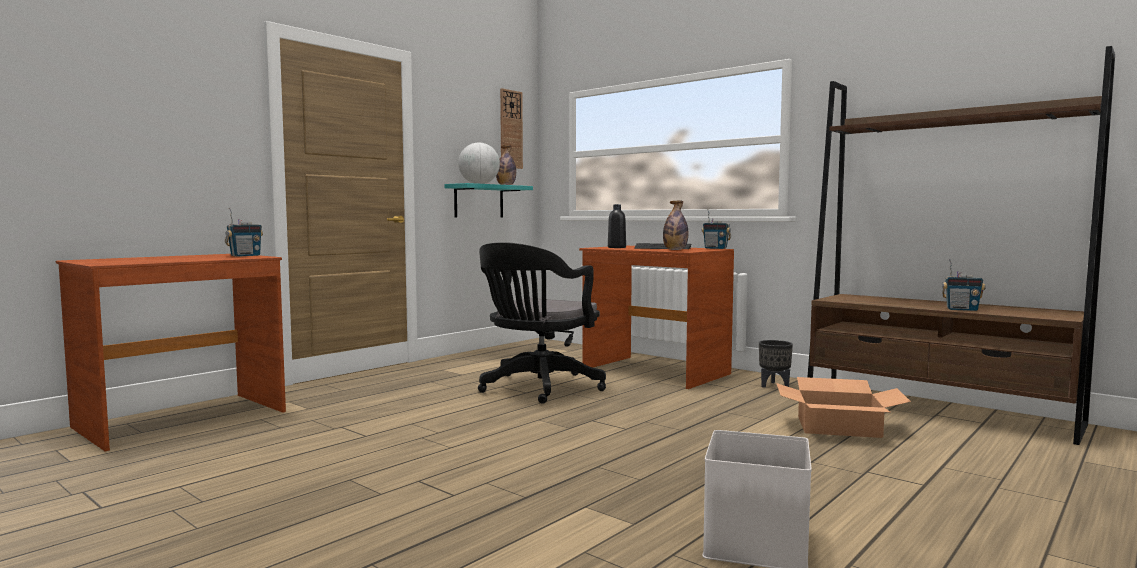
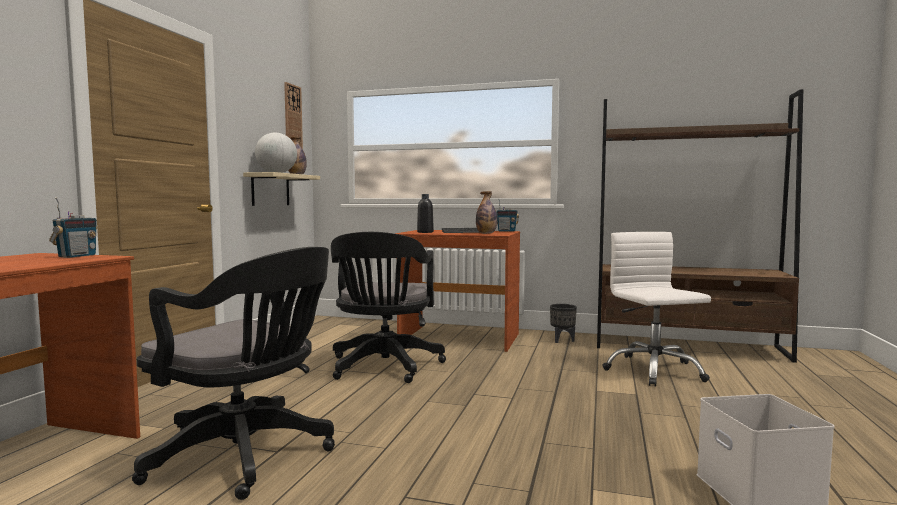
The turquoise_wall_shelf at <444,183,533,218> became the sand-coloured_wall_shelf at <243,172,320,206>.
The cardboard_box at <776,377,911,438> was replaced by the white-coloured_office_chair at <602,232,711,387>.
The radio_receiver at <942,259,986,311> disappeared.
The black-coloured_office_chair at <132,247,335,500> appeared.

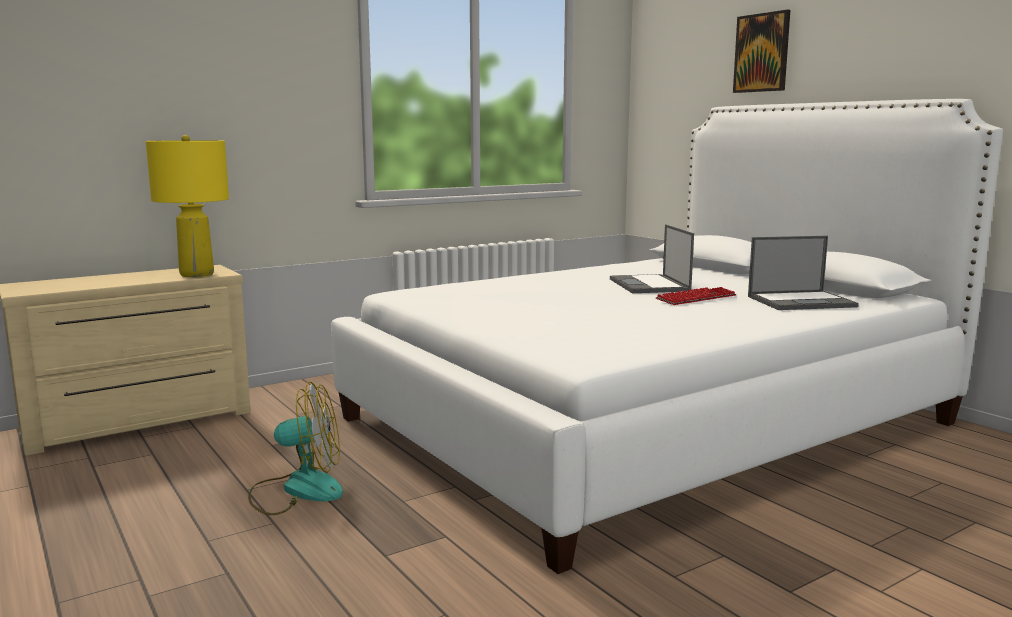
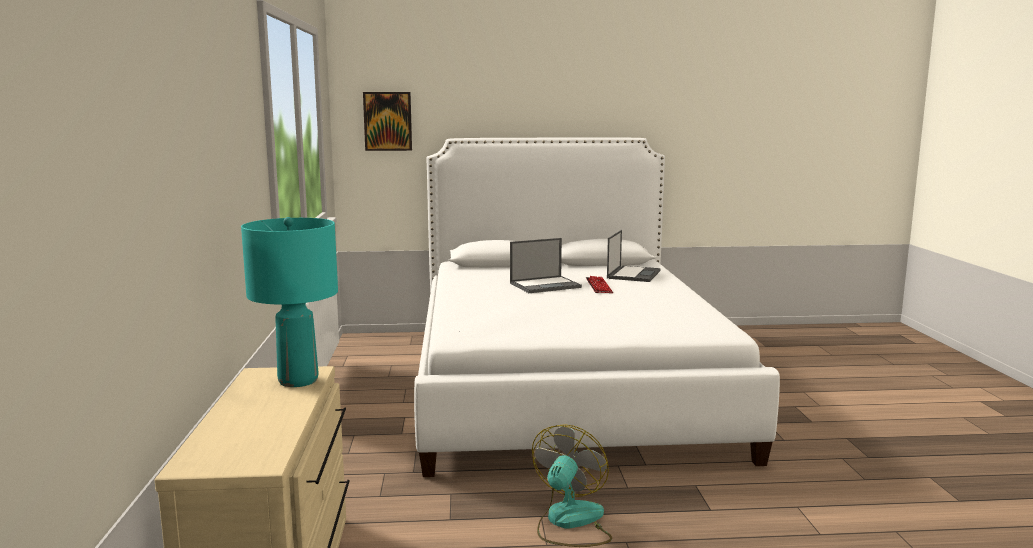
The yellow_tabletop_lamp at <146,135,229,277> became the turquoise_tabletop_lamp at <241,217,338,387>.
The portable_computer at <610,224,694,293> turned 45 degrees counterclockwise.
The wall_art moved from <733,10,790,93> to <363,92,412,151>.

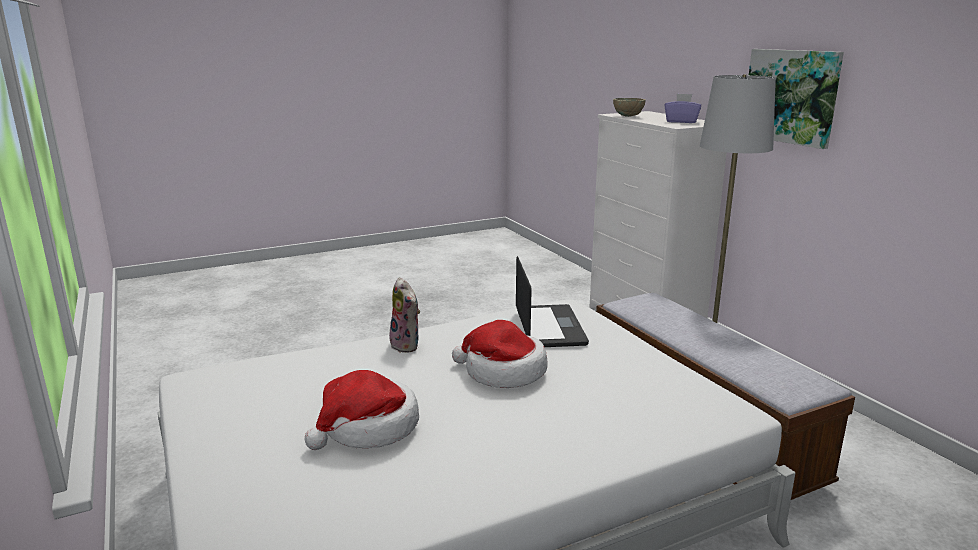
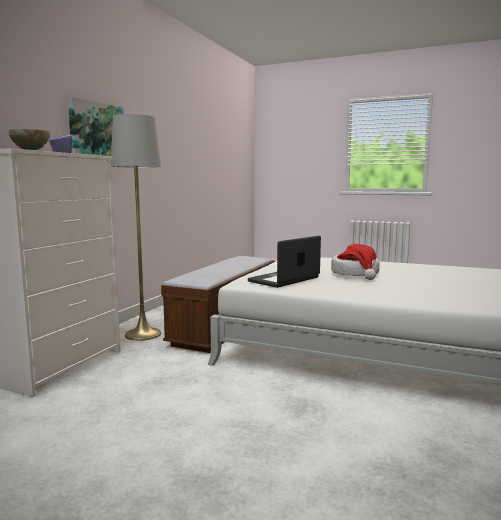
The wearable_hat at <305,370,419,450> disappeared.
The plush_toy at <389,277,420,353> disappeared.

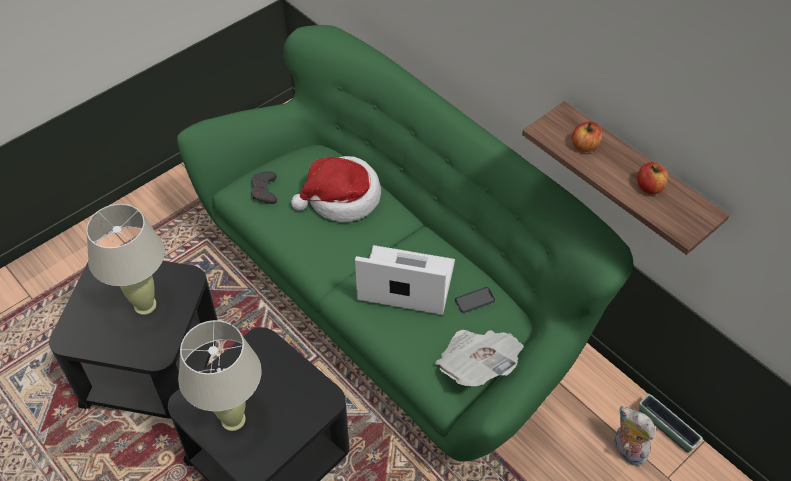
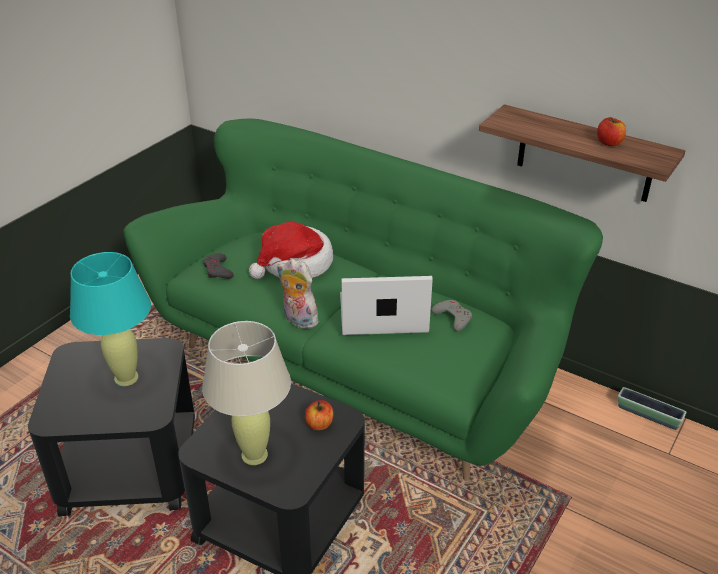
The sand-coloured_tabletop_lamp at <86,204,165,315> became the turquoise_tabletop_lamp at <70,252,151,386>.
The daily_paper at <434,330,524,386> disappeared.
The telephone at <455,287,495,313> was replaced by the greyish_game_controller at <431,300,472,332>.
The apple_fruit moved from <572,122,603,152> to <305,400,334,430>.
The plush_toy moved from <614,406,655,466> to <277,259,319,329>.

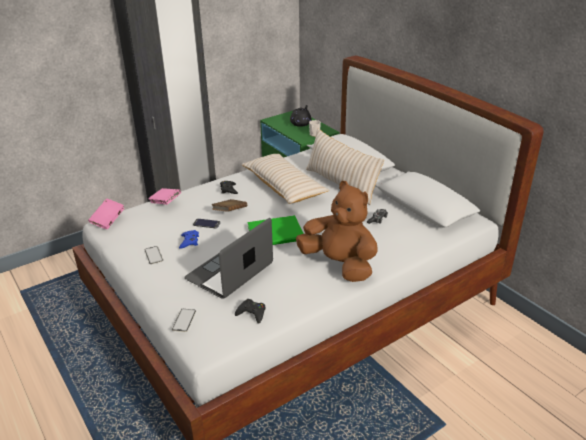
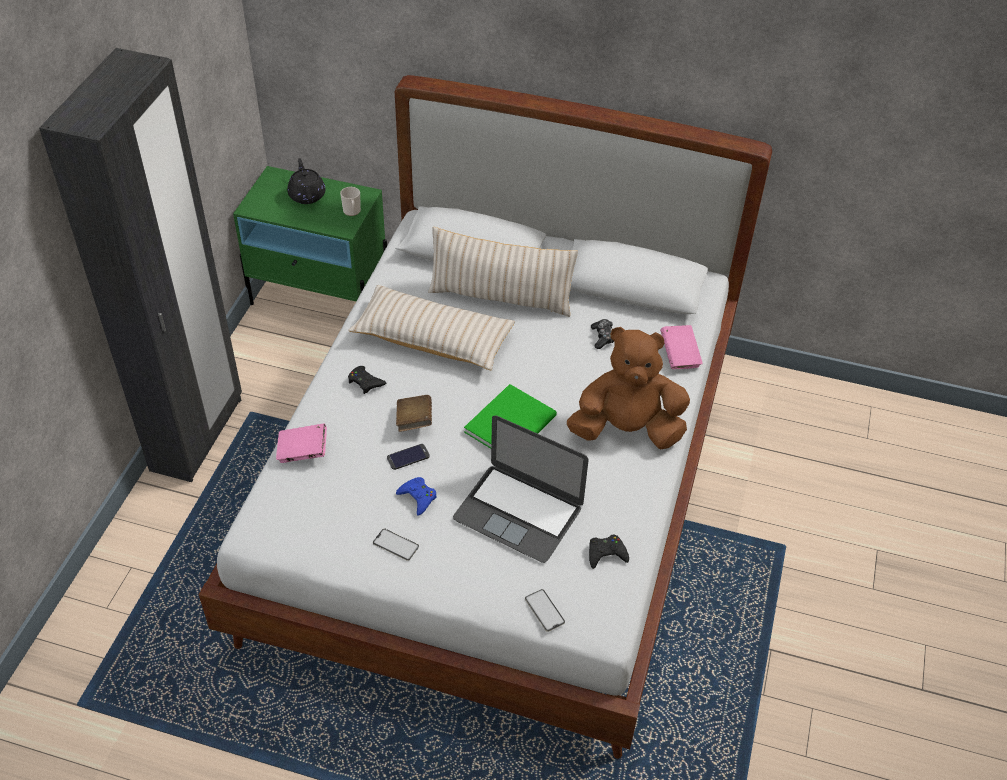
The pink-coloured_book moved from <88,198,125,229> to <660,325,703,369>.
The portable_computer at <185,218,273,299> turned 60 degrees counterclockwise.

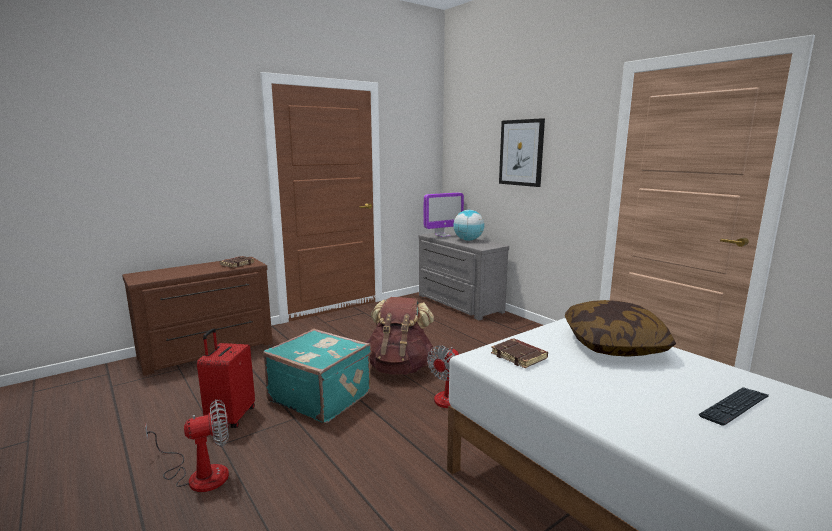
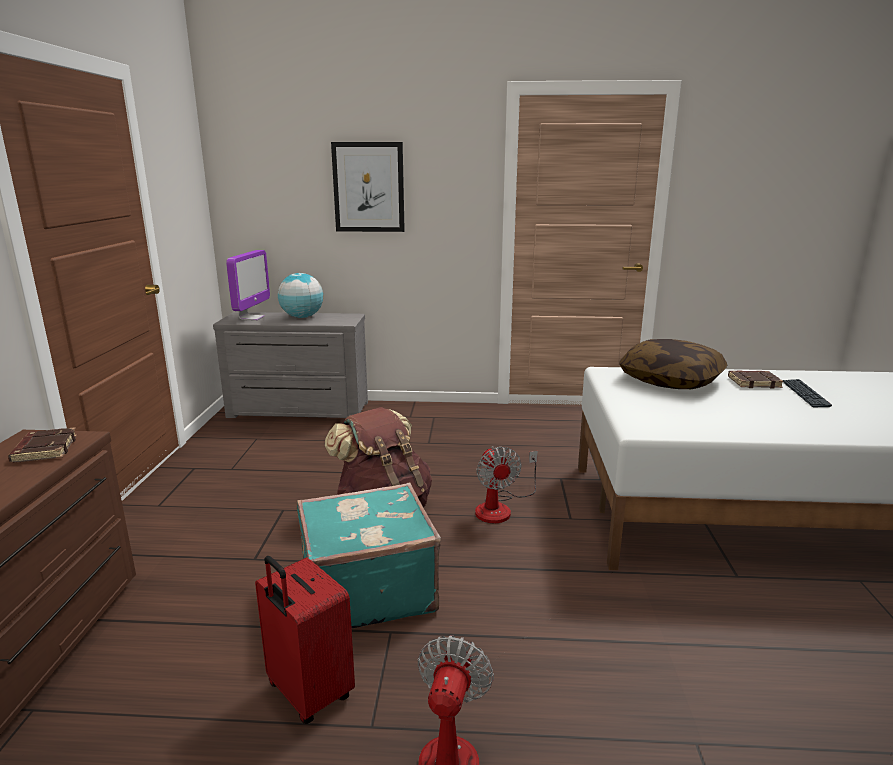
The brown-coloured_book moved from <491,338,548,368> to <728,370,784,388>.

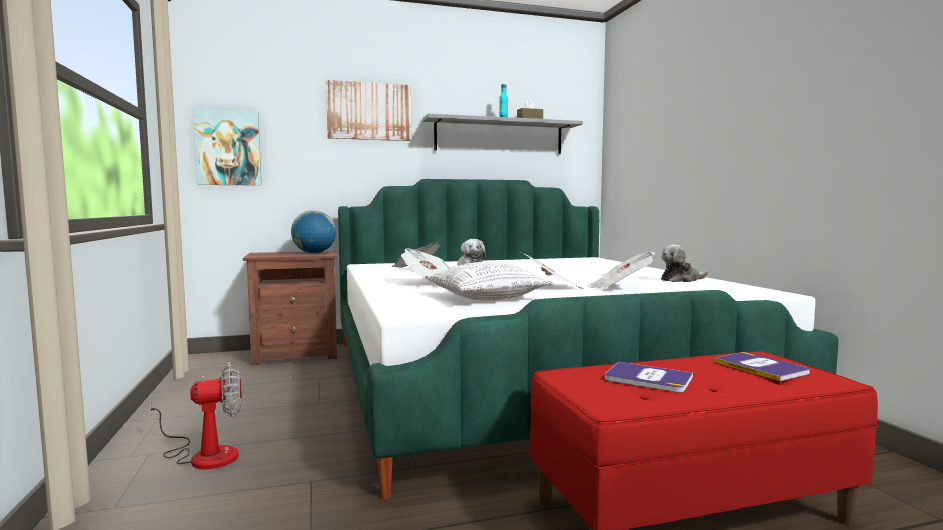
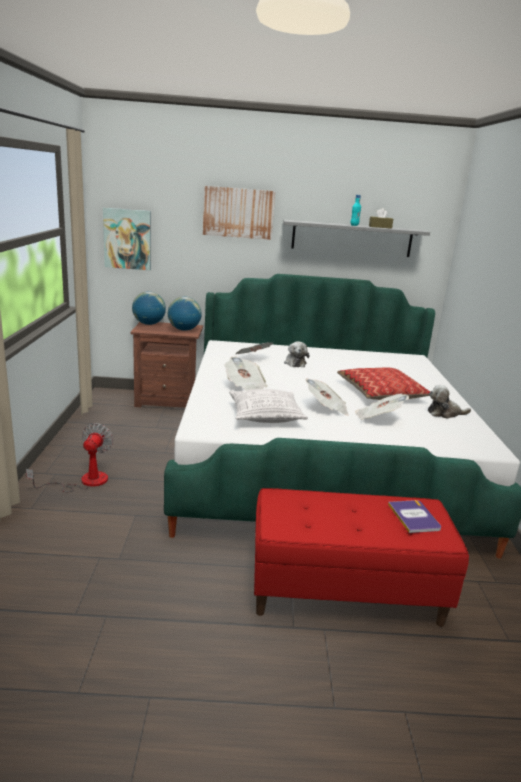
The fan at <149,362,242,469> turned 75 degrees counterclockwise.
The book at <604,362,693,392> disappeared.
The desk_globe at <132,291,166,325> appeared.
The throw_pillow at <337,368,430,400> appeared.

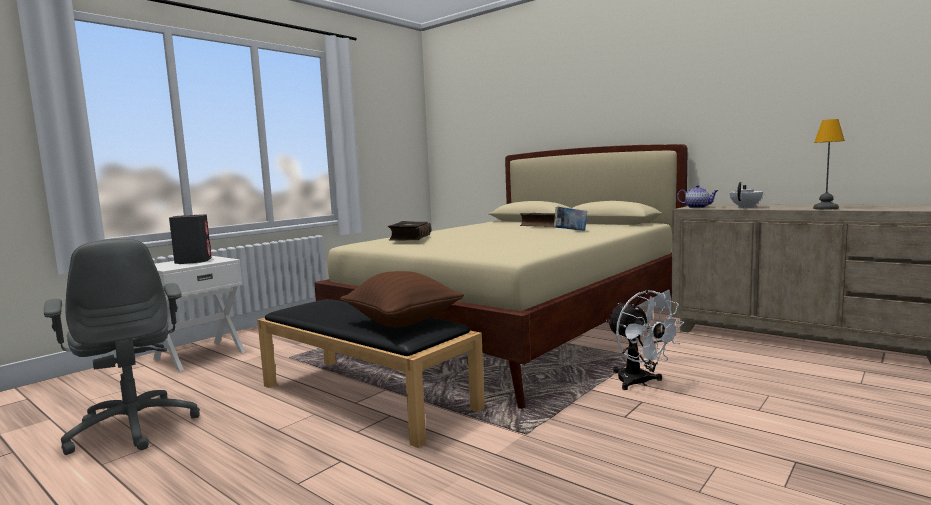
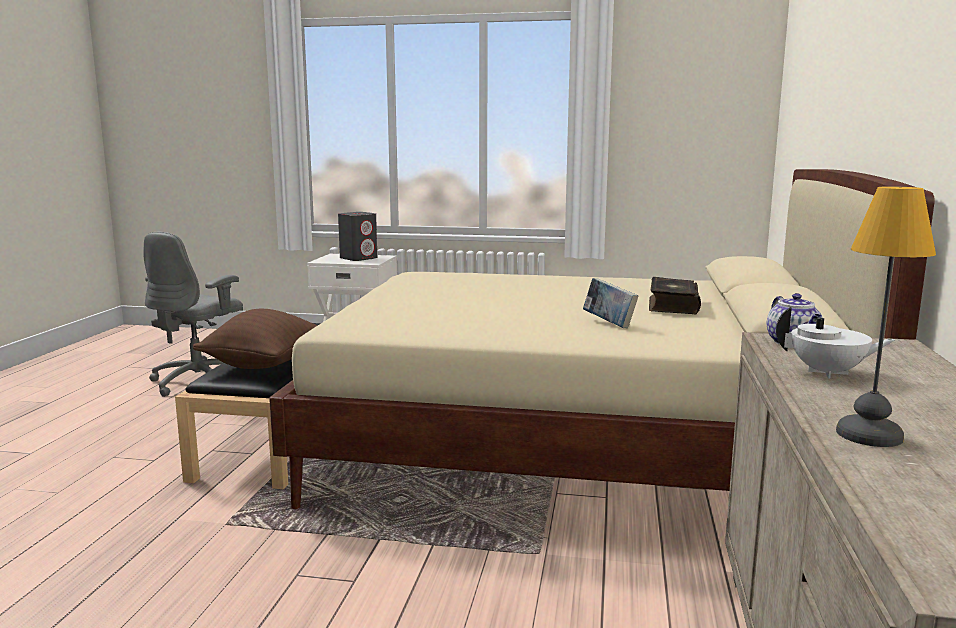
The book at <388,221,431,240> disappeared.
The white-coloured_fan at <606,290,684,390> disappeared.

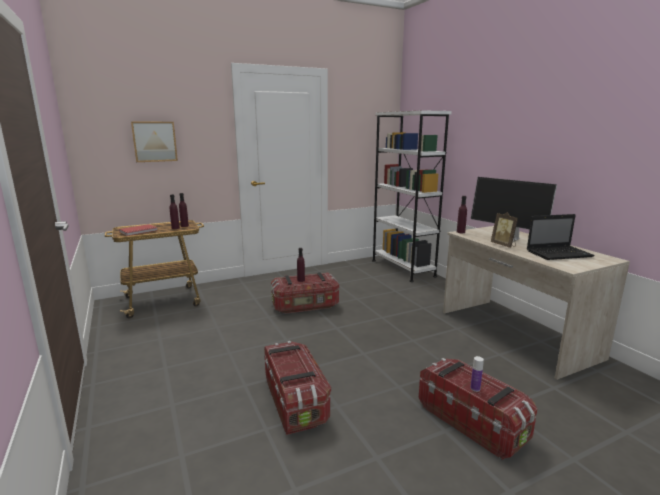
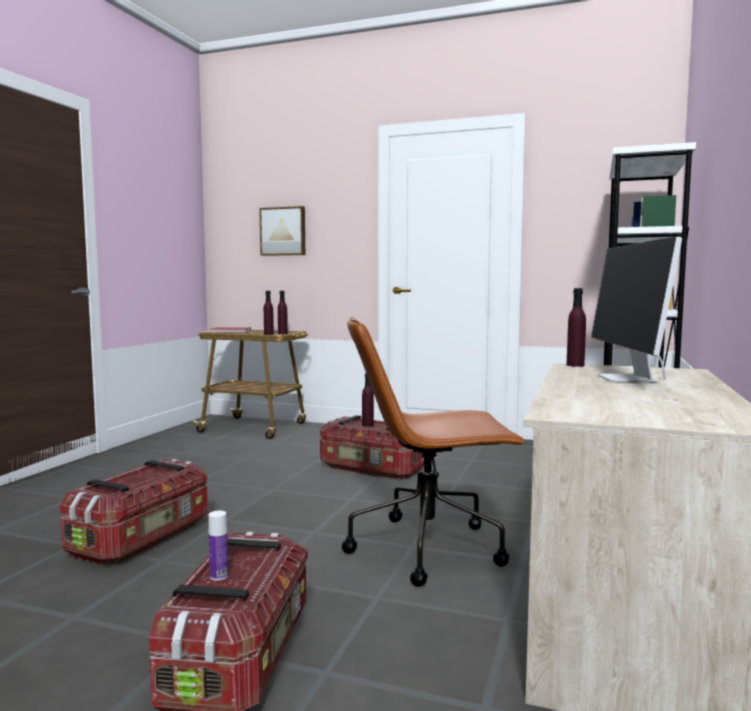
The picture_frame at <491,212,518,248> disappeared.
The portable_computer at <527,214,595,260> disappeared.
The brown-coloured_office_chair at <342,317,526,587> appeared.

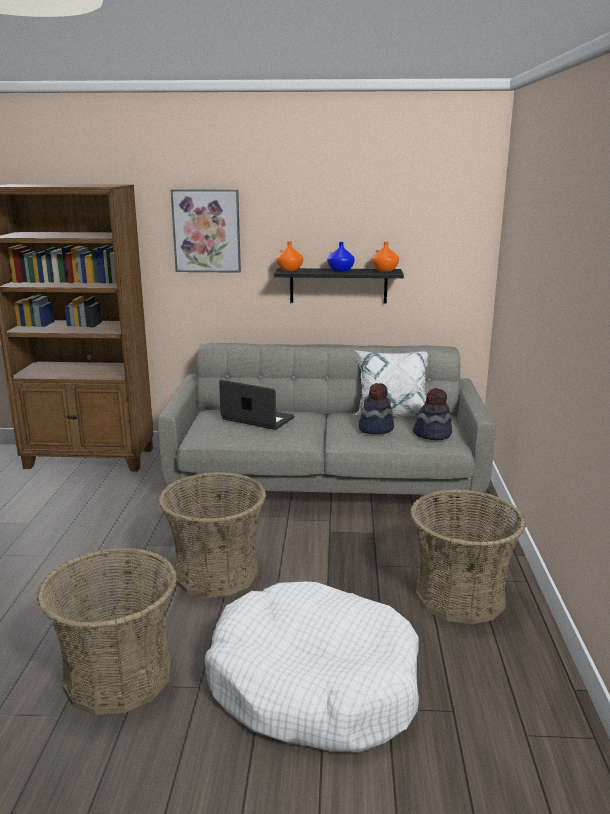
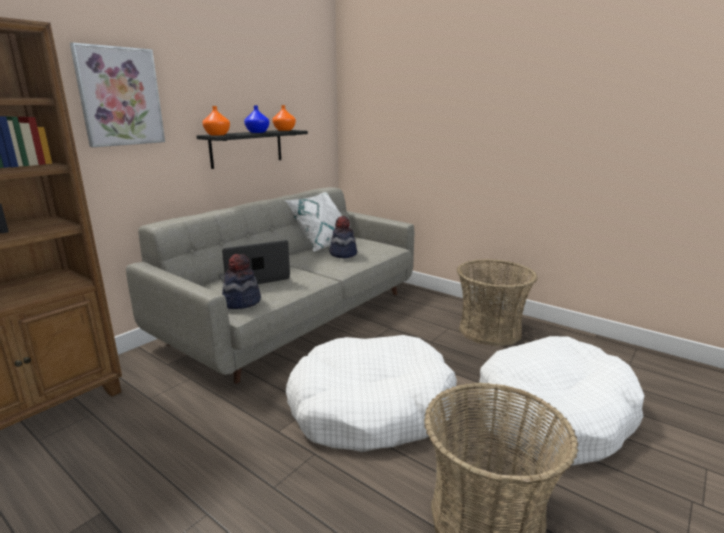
The household_basket at <158,472,266,598> was replaced by the white-coloured_pet_bed at <286,335,457,452>.
The wearable_hat moved from <413,388,452,440> to <222,254,261,309>.

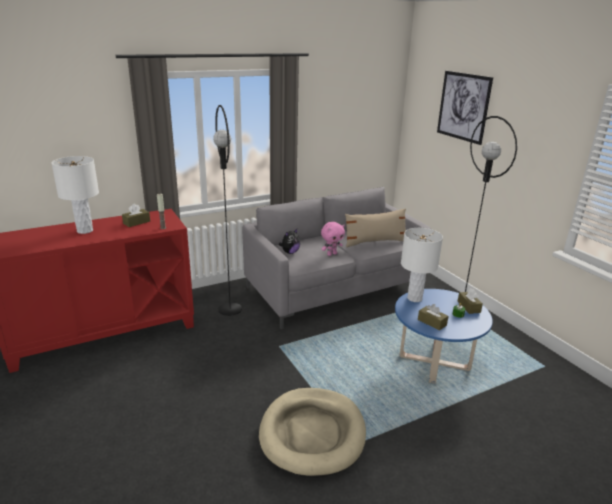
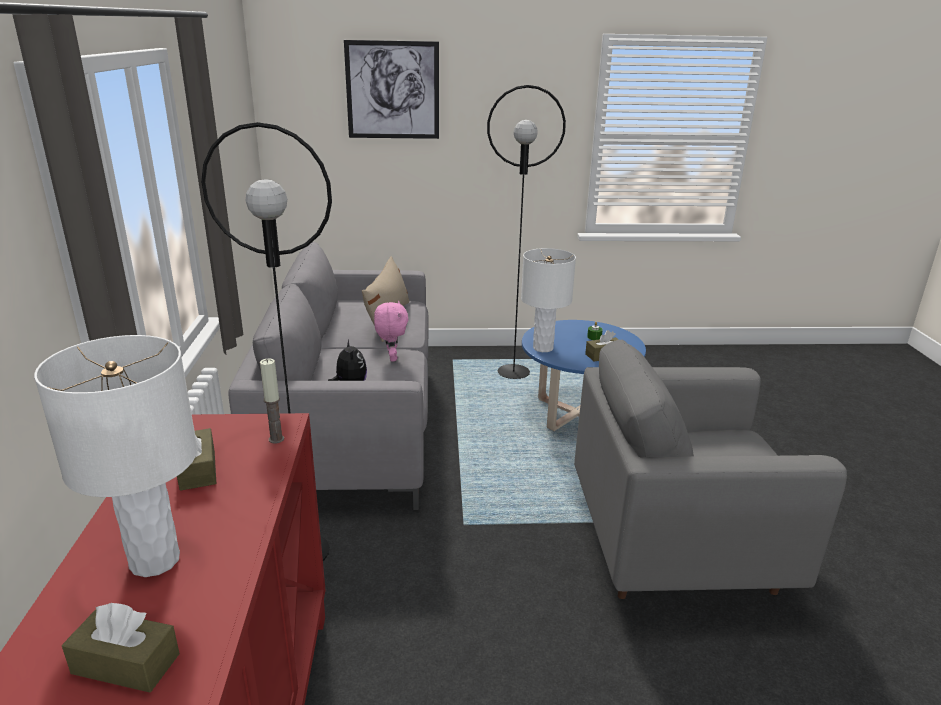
The sand-coloured_pet_bed at <259,388,366,478> was replaced by the greyish_easy_chair at <574,340,847,599>.
The brown-coloured_tissue_box moved from <458,288,483,314> to <62,603,180,693>.

